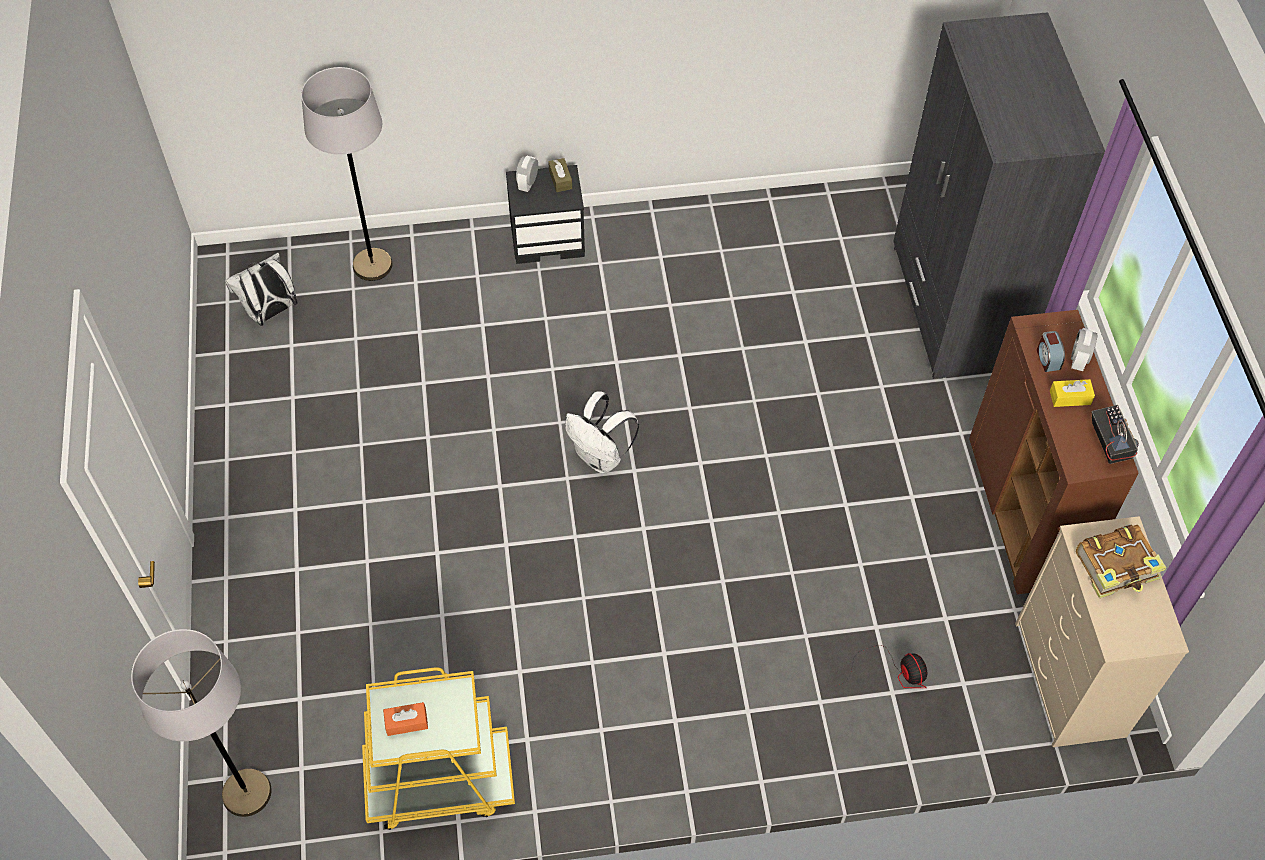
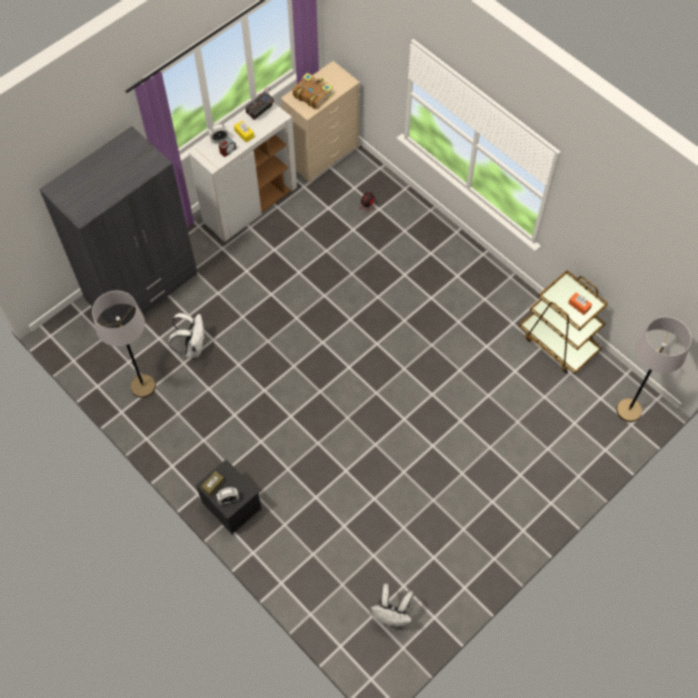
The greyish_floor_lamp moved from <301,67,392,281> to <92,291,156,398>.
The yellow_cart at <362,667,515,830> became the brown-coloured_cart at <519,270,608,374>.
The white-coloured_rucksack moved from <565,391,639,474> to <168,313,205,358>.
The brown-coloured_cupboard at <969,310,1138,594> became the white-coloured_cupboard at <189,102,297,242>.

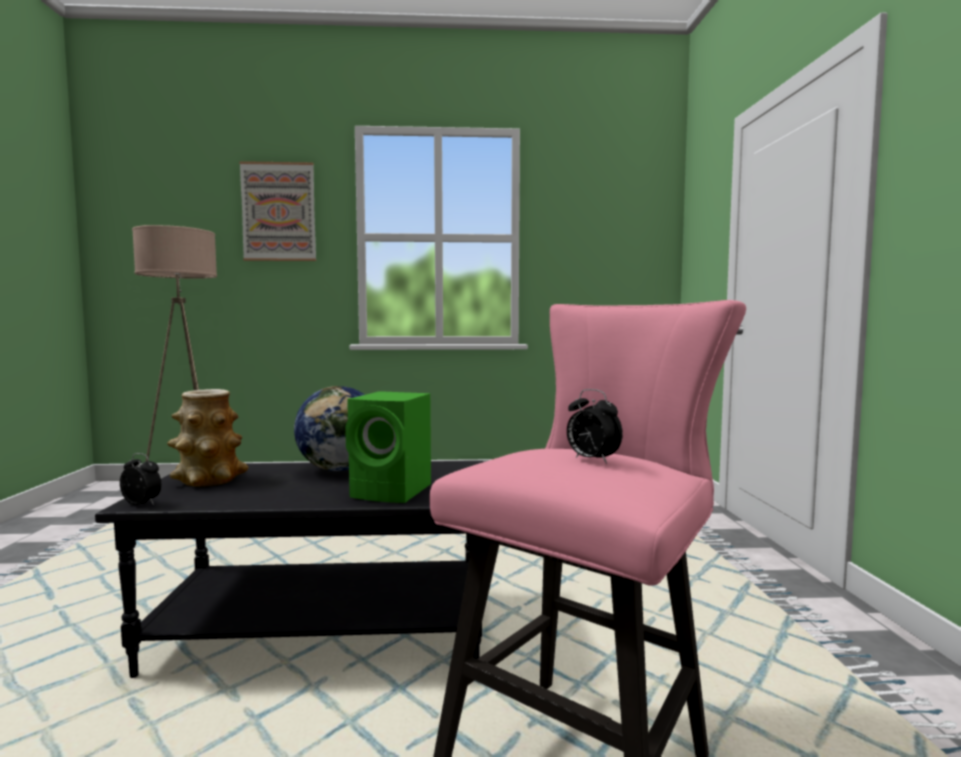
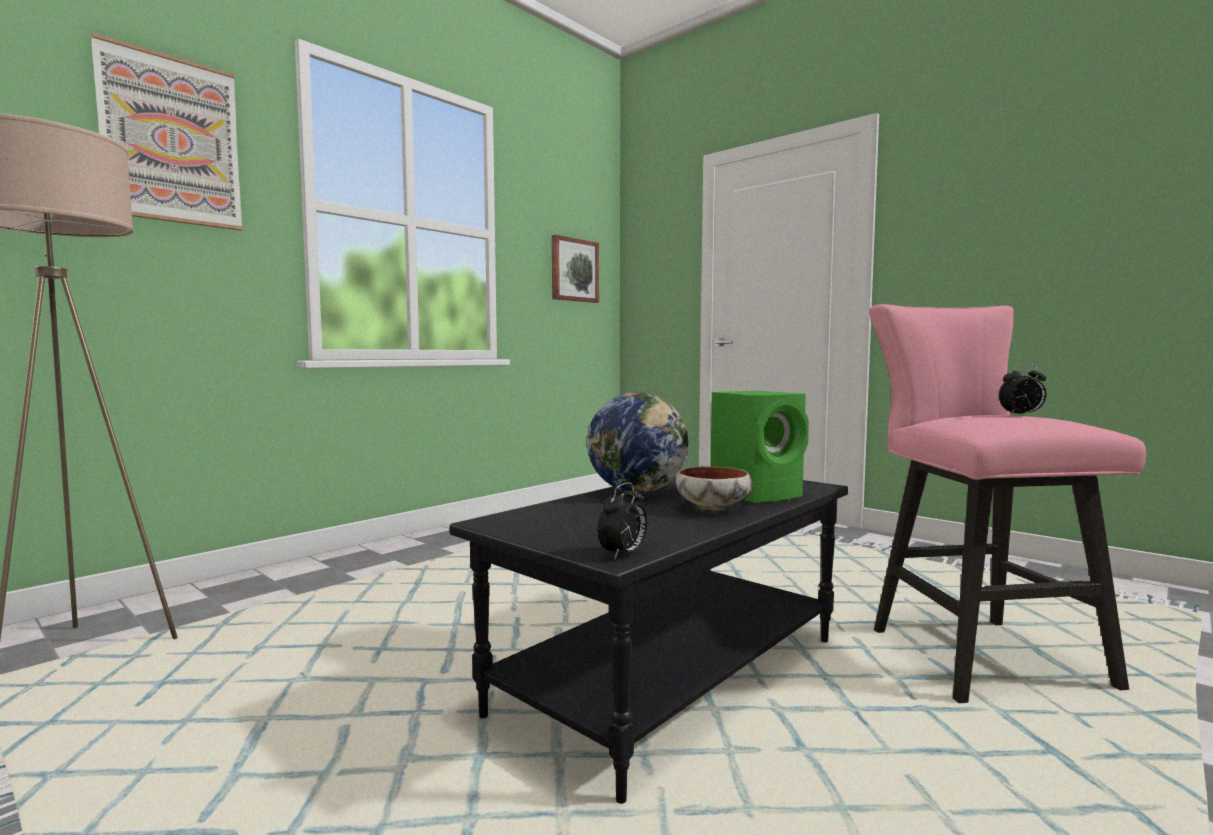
The alarm_clock at <120,453,162,505> turned 150 degrees clockwise.
The flower_vase at <167,389,248,486> disappeared.
The wall_art at <552,235,599,303> appeared.
The deep_dish at <676,466,753,510> appeared.

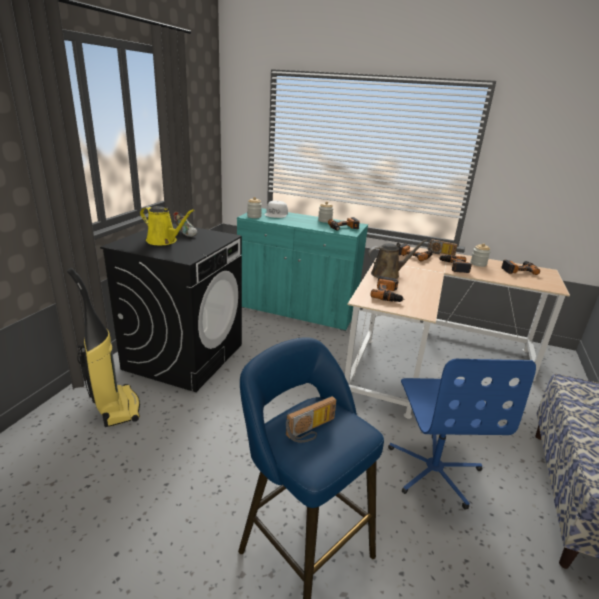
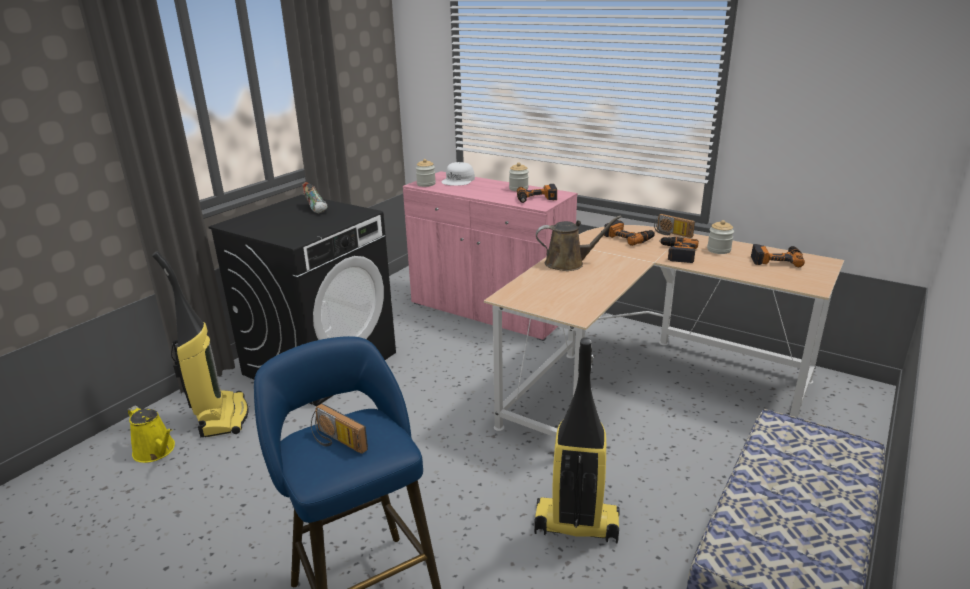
The yellow_sprinkling_can moved from <140,206,194,245> to <127,406,175,463>.
The turquoise_cupboard at <237,208,368,331> became the pink-coloured_cupboard at <403,171,577,341>.
The radio_receiver at <286,396,336,442> turned 60 degrees clockwise.
The drill at <371,276,404,302> disappeared.
The bluish_office_chair at <388,359,536,510> was replaced by the vacuum_cleaner at <534,338,620,543>.

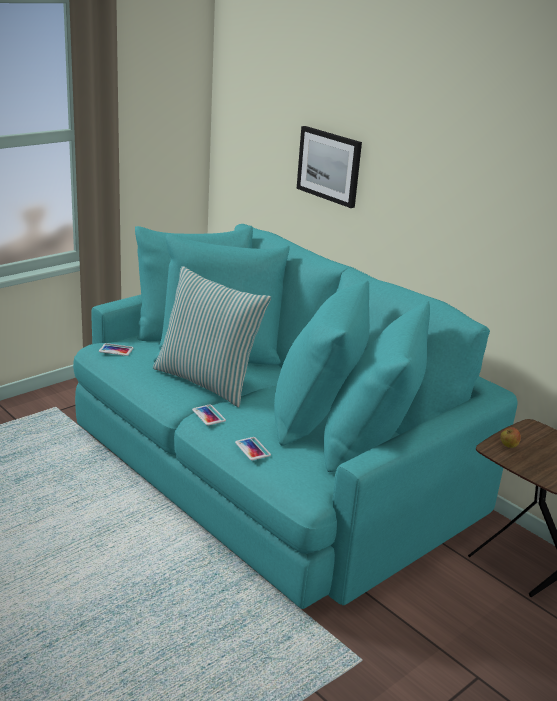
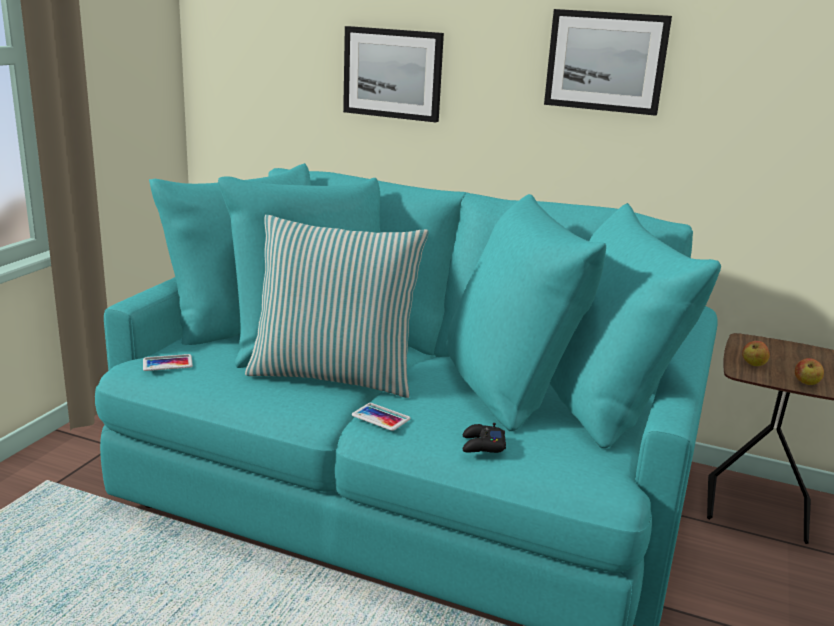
The telephone at <235,437,271,461> was replaced by the black-coloured_game_controller at <463,423,506,453>.
The wall_art at <544,9,672,116> appeared.
The apple_fruit at <795,358,824,385> appeared.

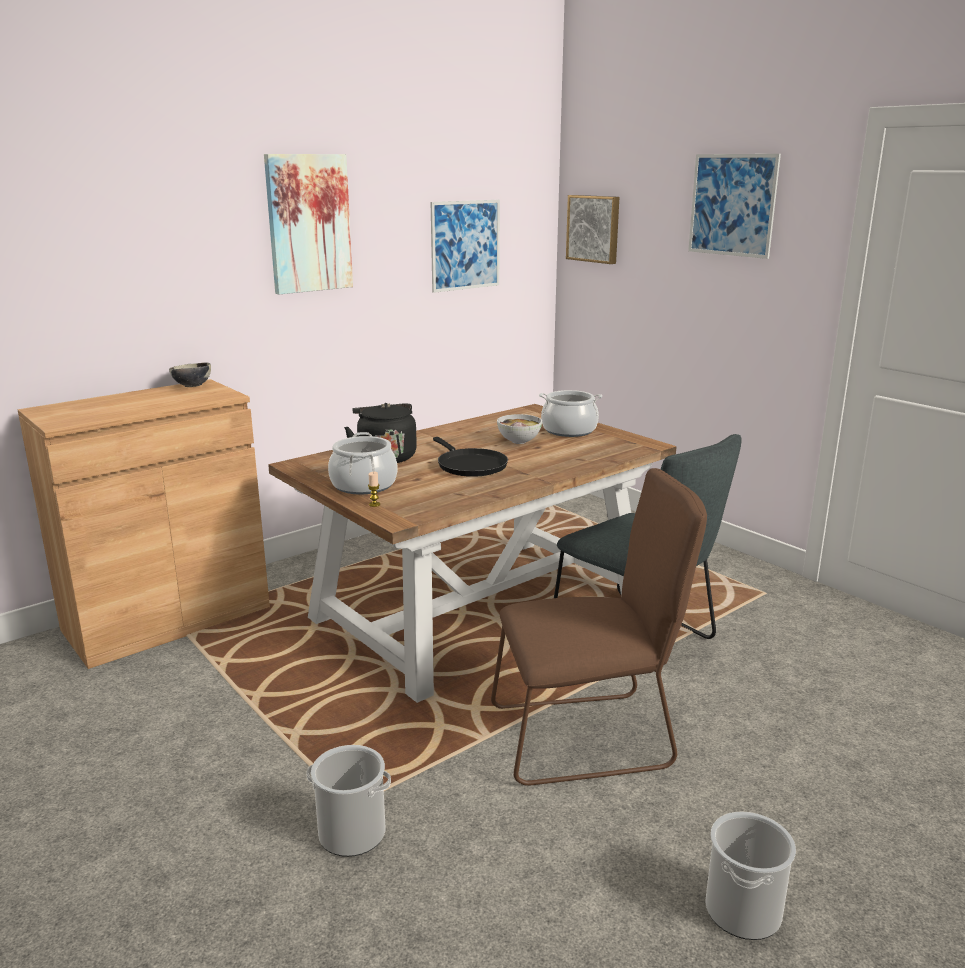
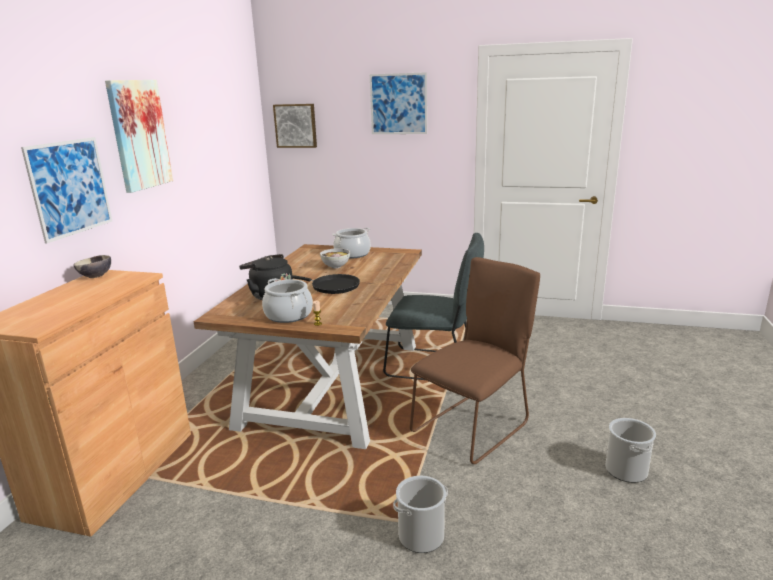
The wall_art moved from <431,200,500,293> to <21,137,112,243>.

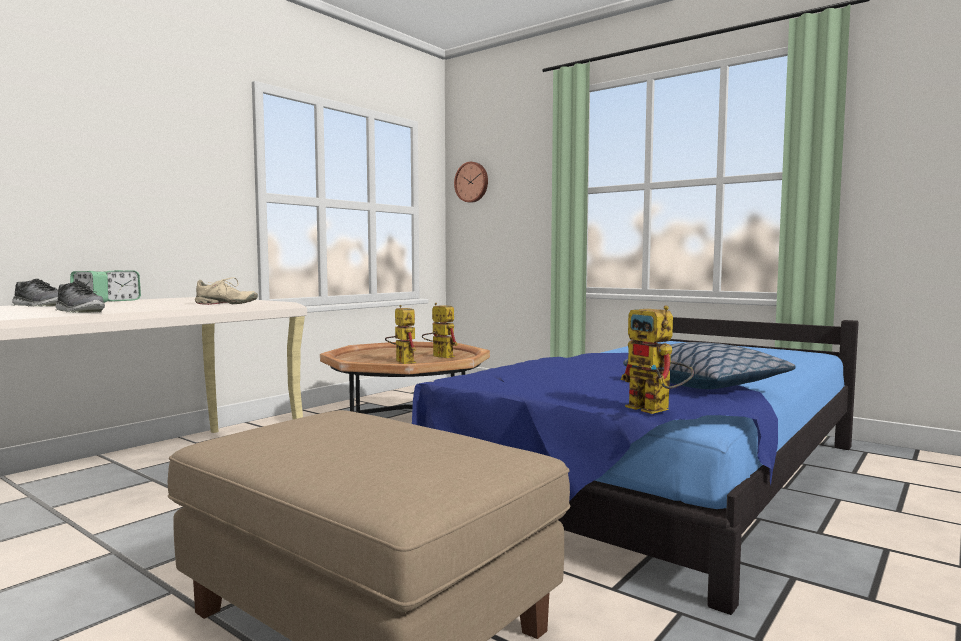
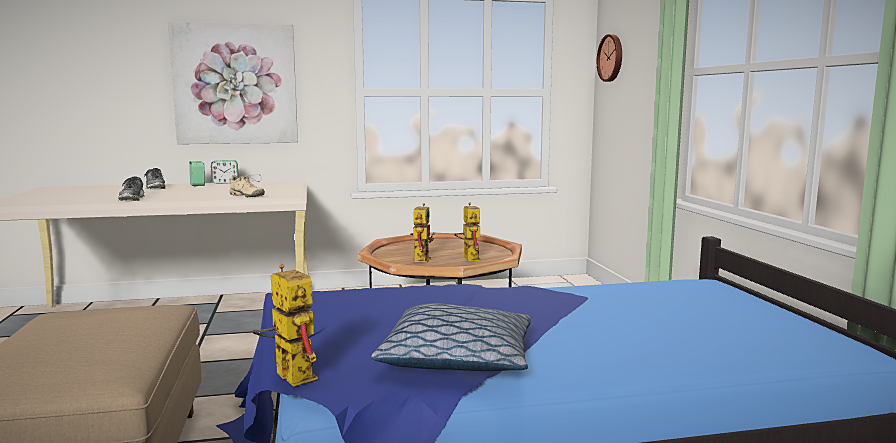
The toy_robot at <621,305,694,414> turned 135 degrees clockwise.
The wall_art at <168,22,298,144> appeared.

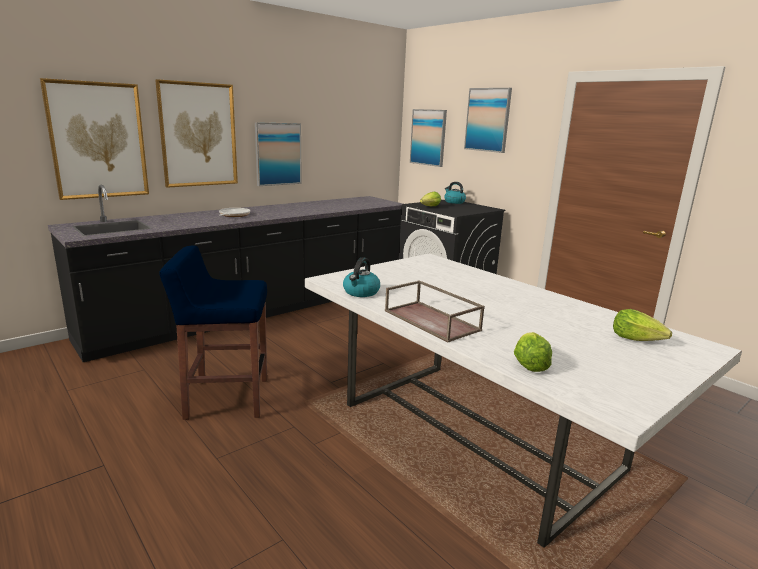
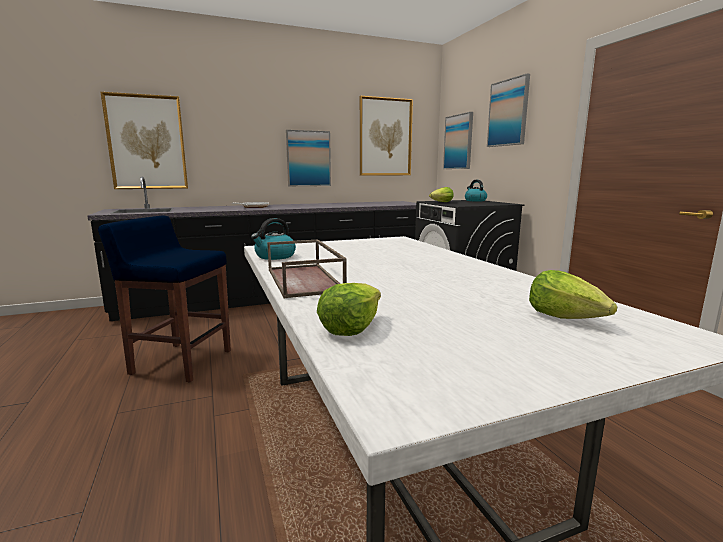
The wall_art moved from <155,79,238,188> to <360,96,413,175>.

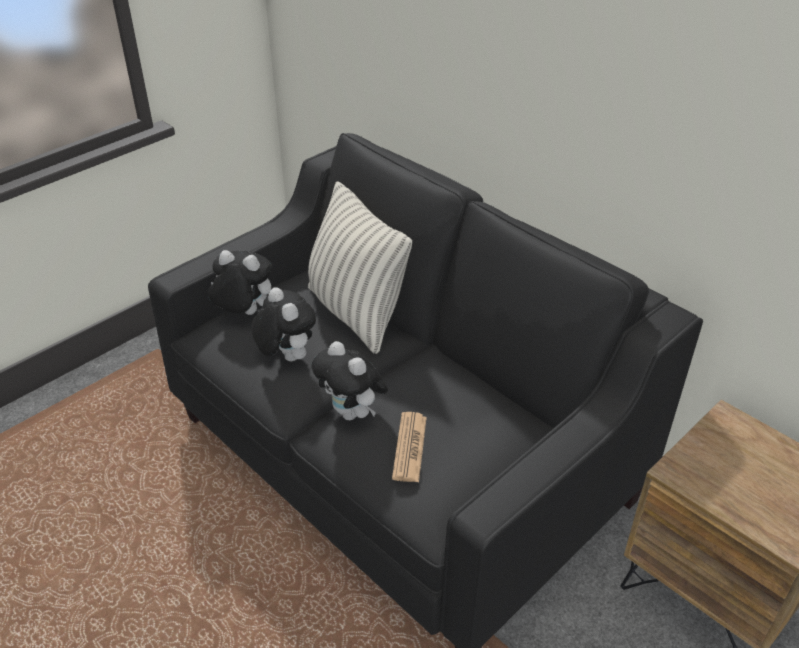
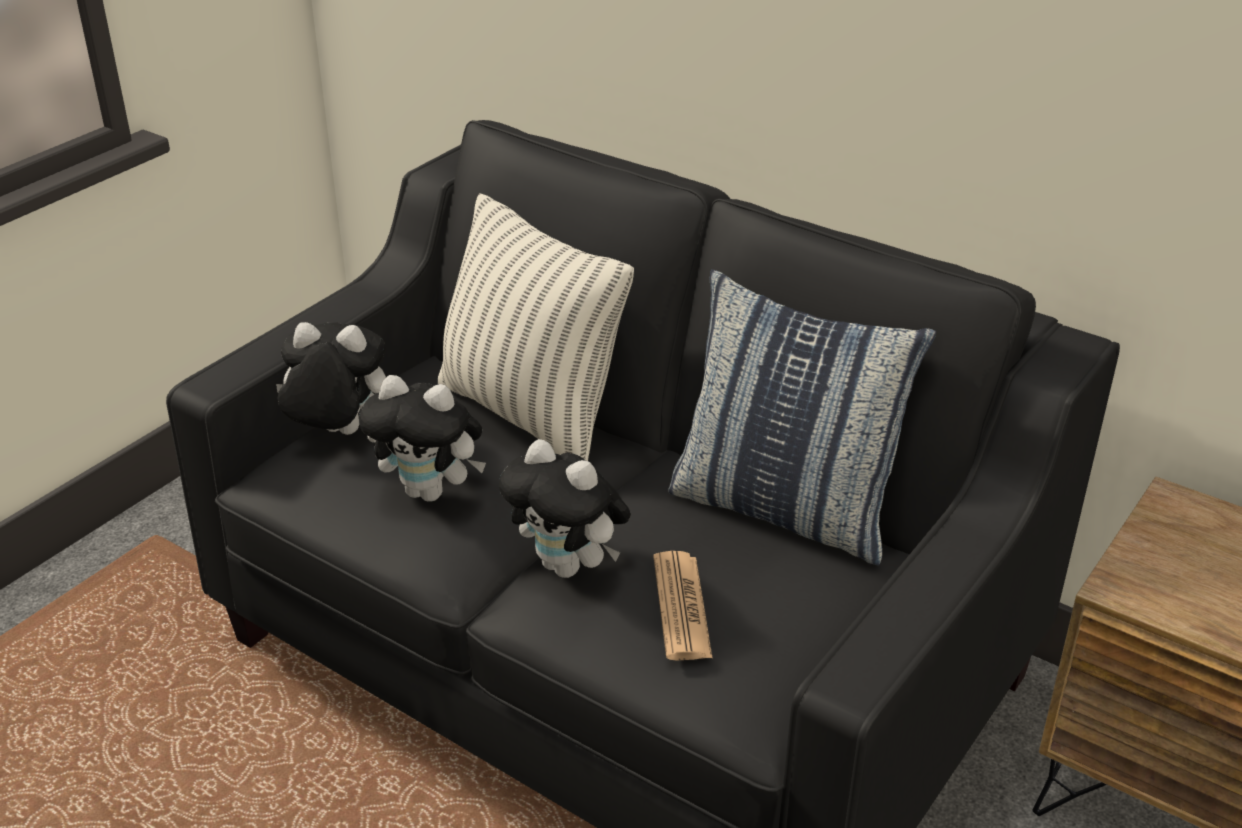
The plush_toy at <251,287,316,361> turned 150 degrees clockwise.
The throw_pillow at <669,270,936,566> appeared.

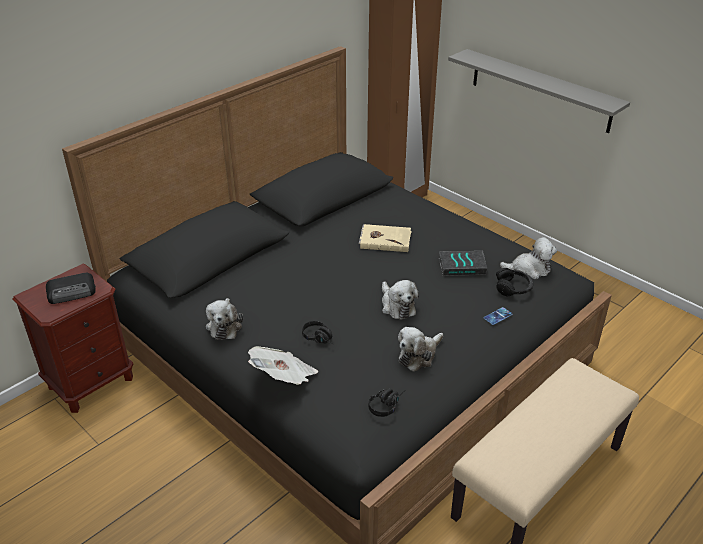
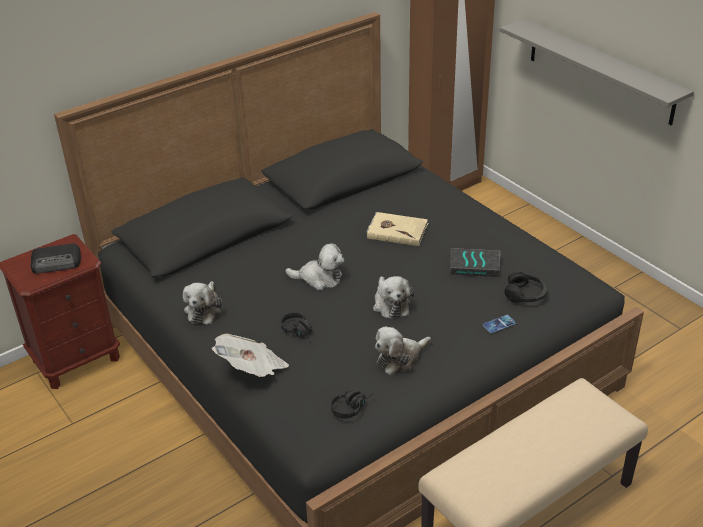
The plush_toy moved from <500,237,557,279> to <285,243,344,290>.

